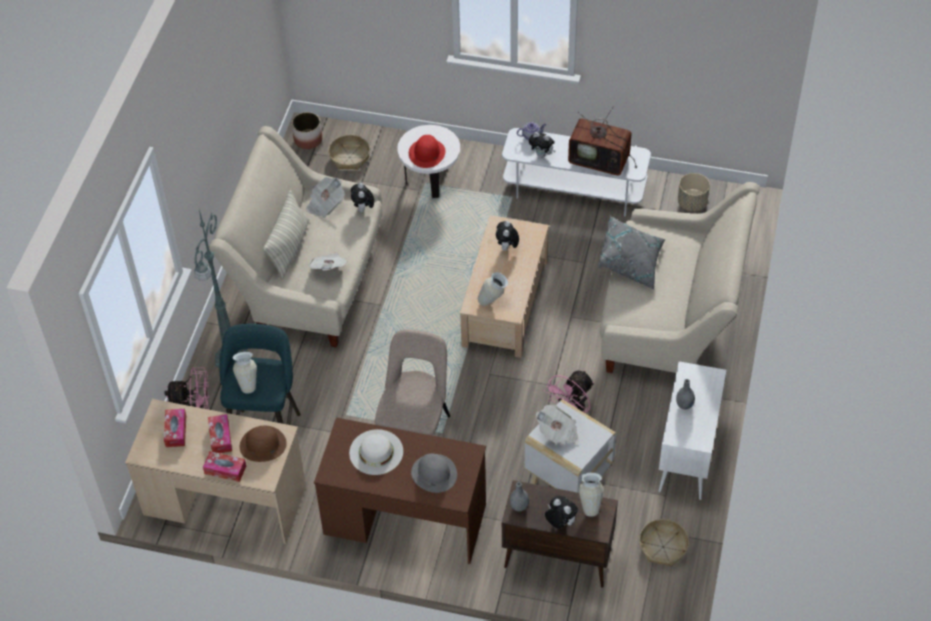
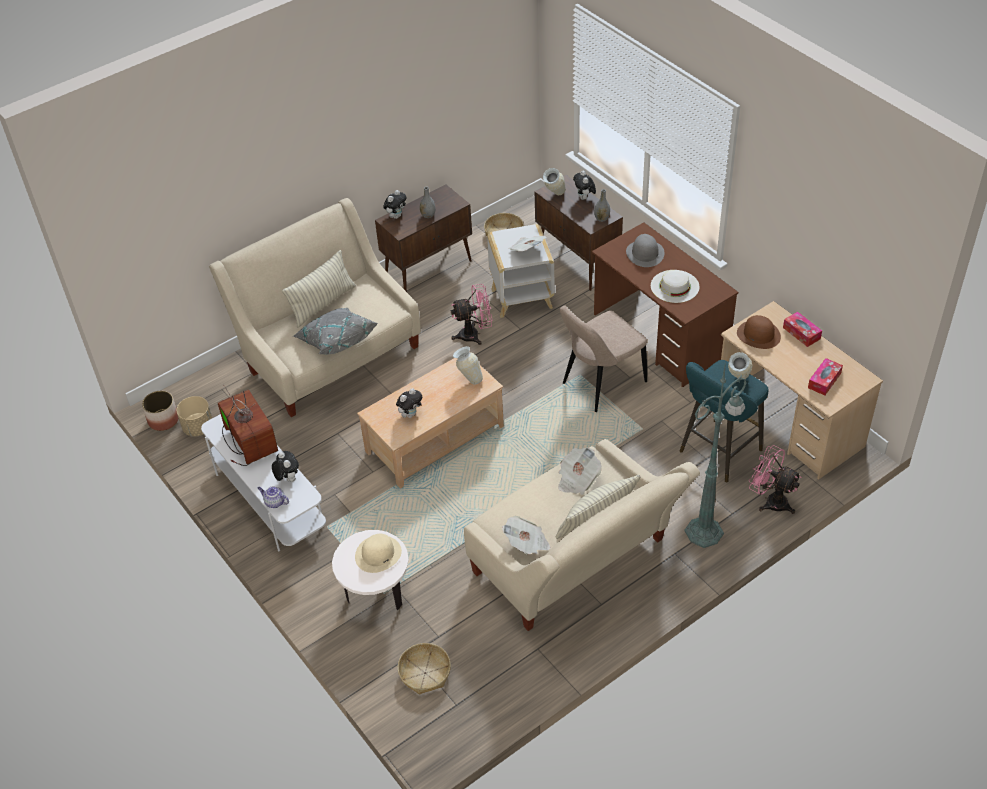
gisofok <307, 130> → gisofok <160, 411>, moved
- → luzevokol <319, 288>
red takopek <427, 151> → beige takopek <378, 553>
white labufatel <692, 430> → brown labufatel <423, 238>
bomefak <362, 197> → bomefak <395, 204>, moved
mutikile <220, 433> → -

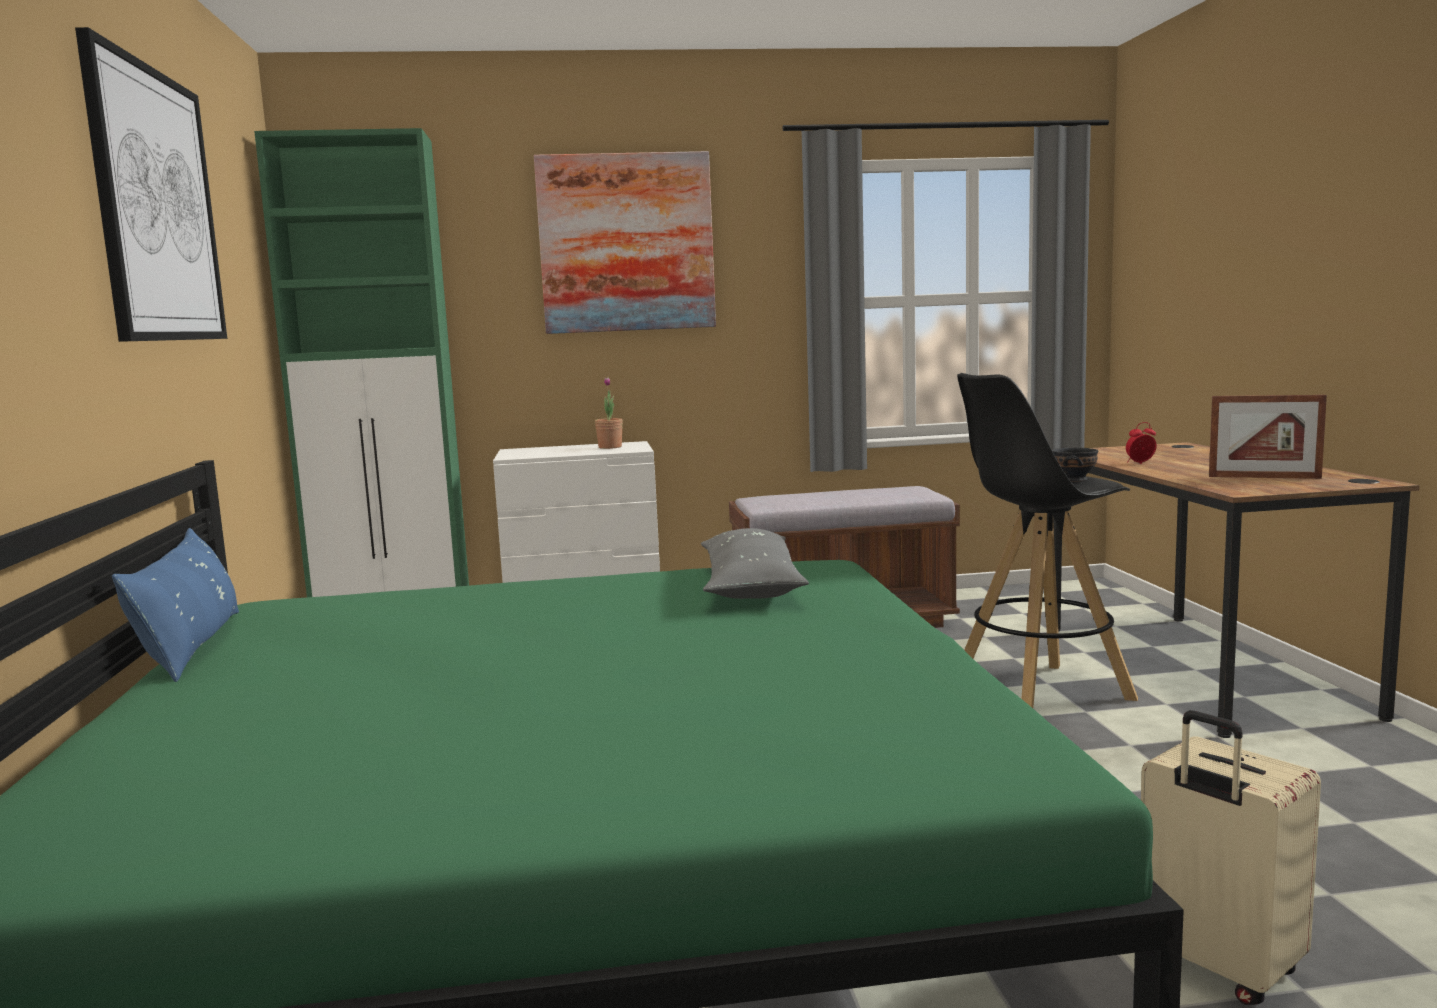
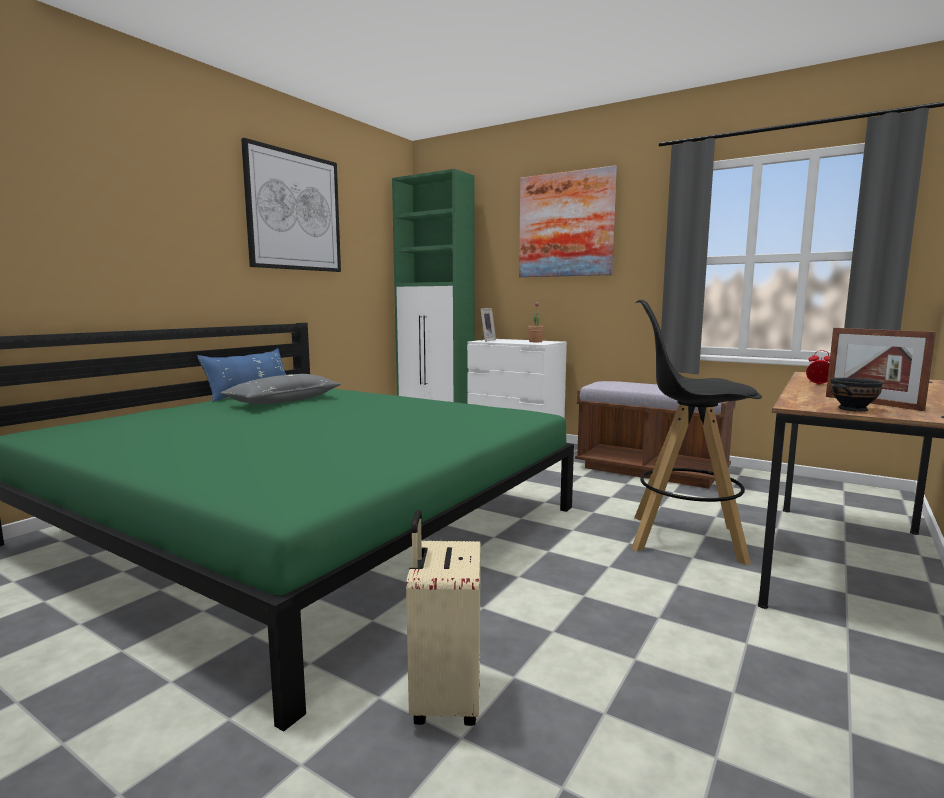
grey luzevokol <755, 563> → grey luzevokol <280, 389>, moved
- → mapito <488, 325>
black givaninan <1075, 464> → black givaninan <856, 395>, moved

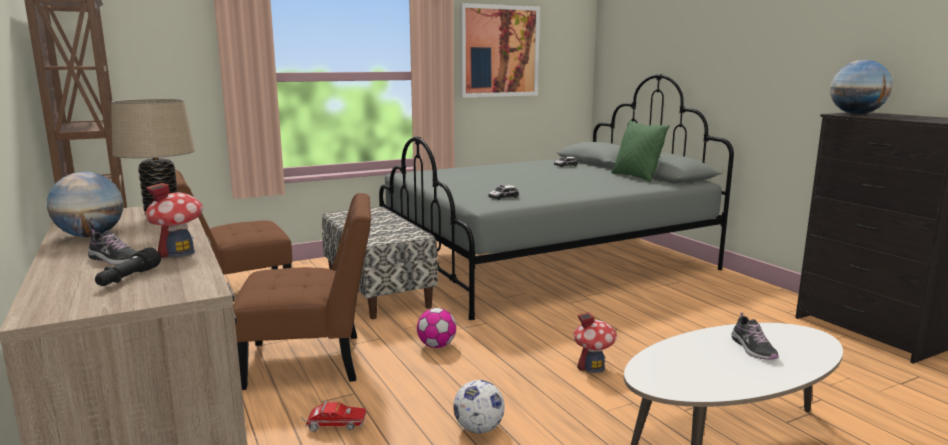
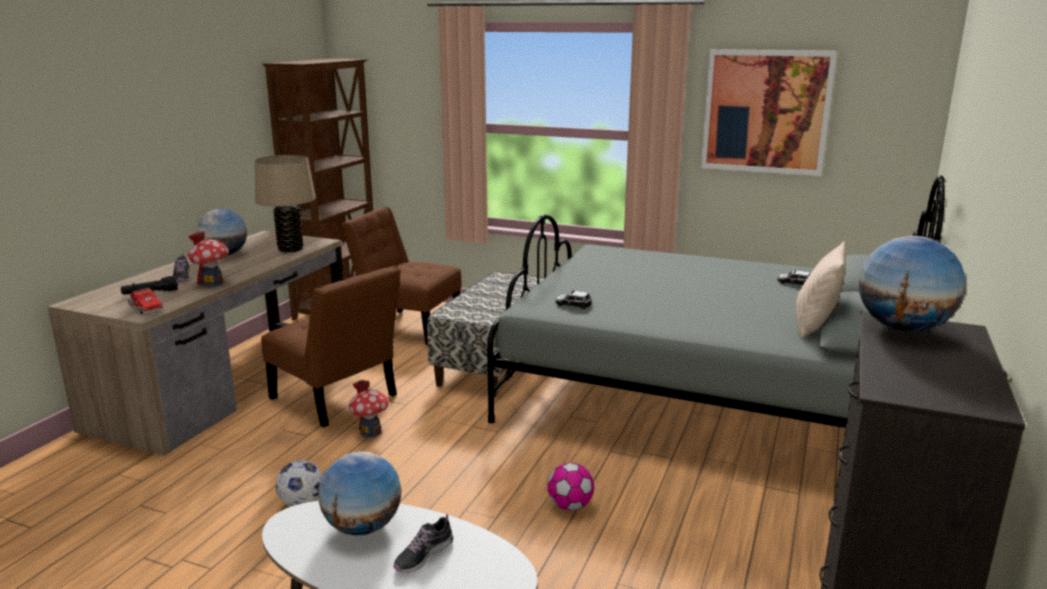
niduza <333, 416> → niduza <146, 301>, moved
- → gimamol <360, 493>
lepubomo <595, 342> → lepubomo <369, 409>, moved
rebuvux <436, 328> → rebuvux <570, 487>, moved
green luzevokol <640, 151> → beige luzevokol <821, 289>

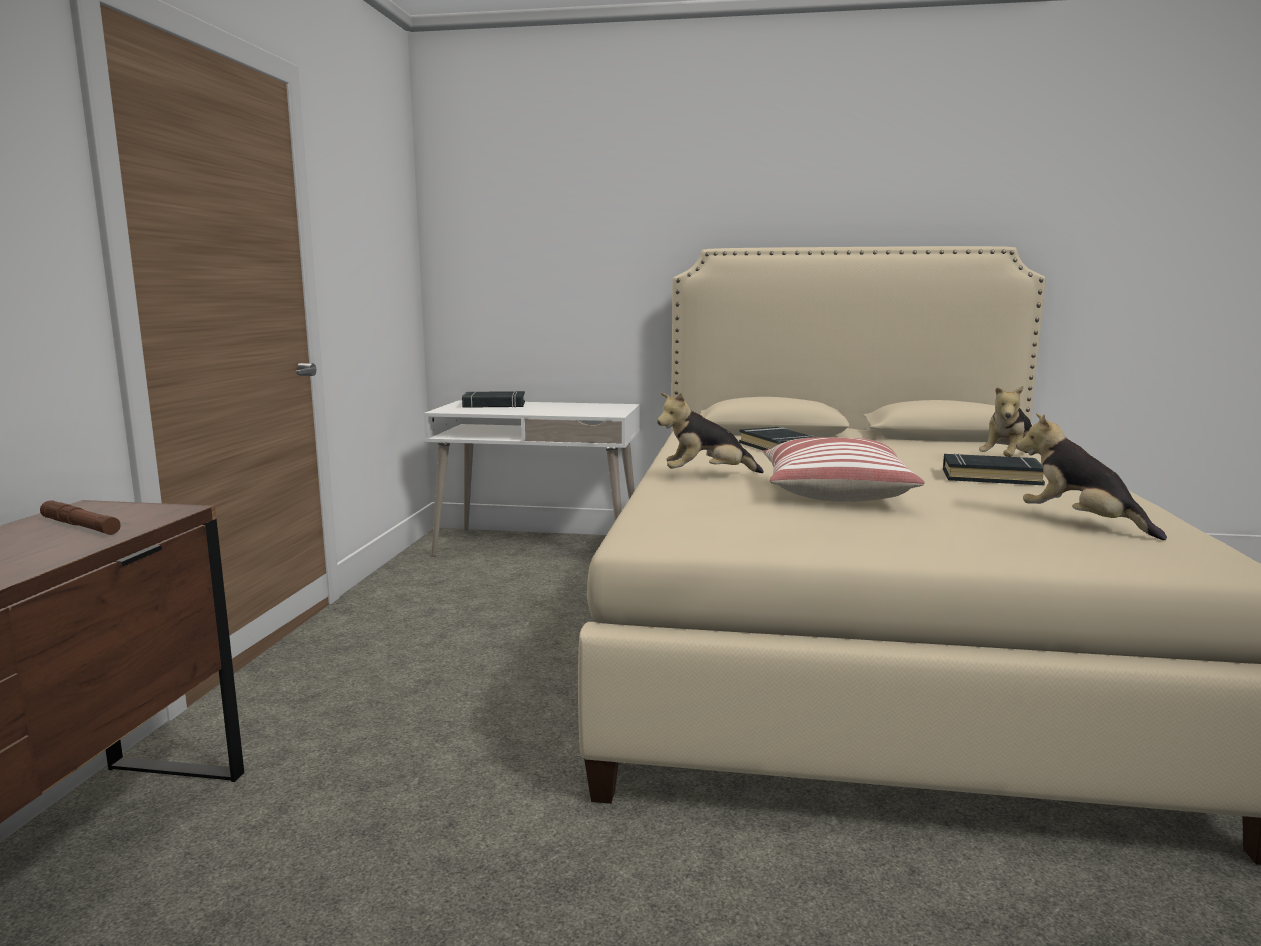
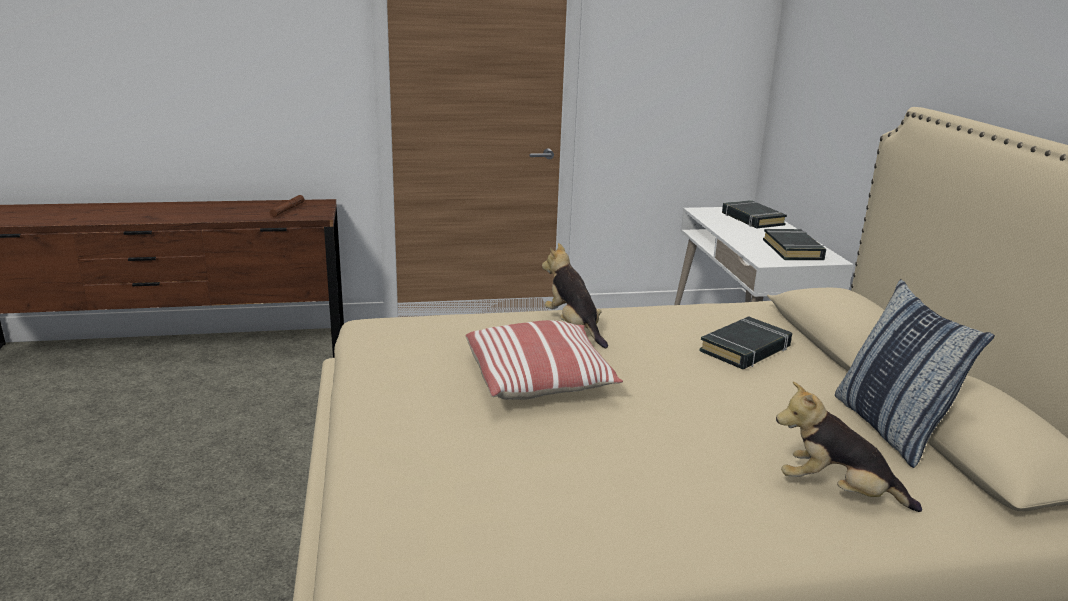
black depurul <994, 469> → black depurul <794, 244>, moved
- → luzevokol <915, 373>
bomefak <1091, 476> → -

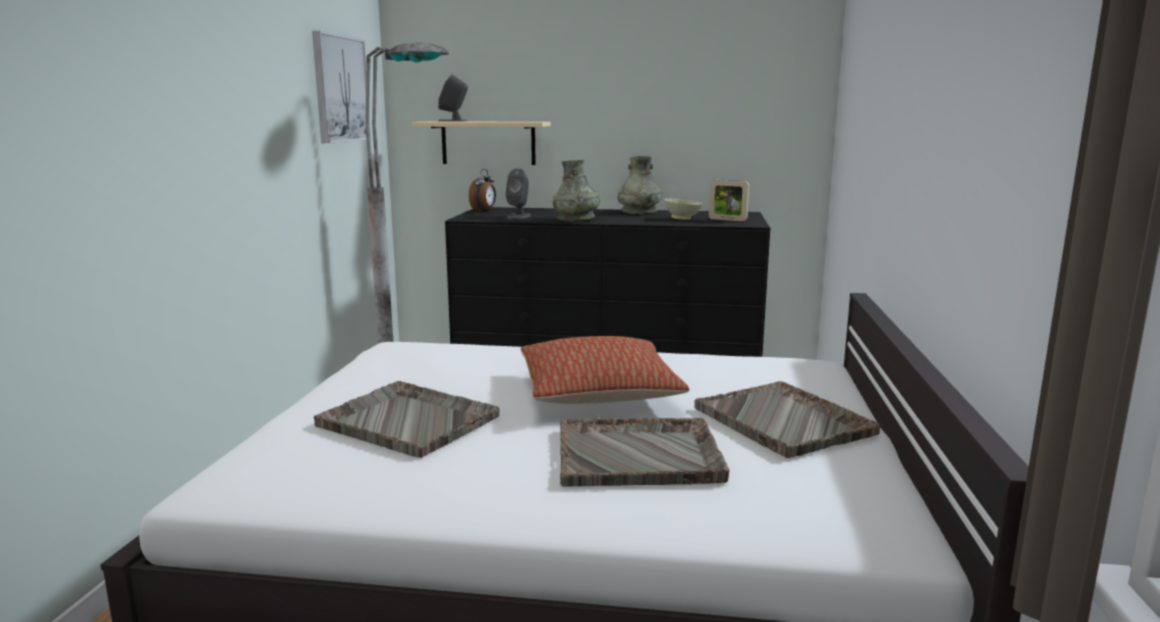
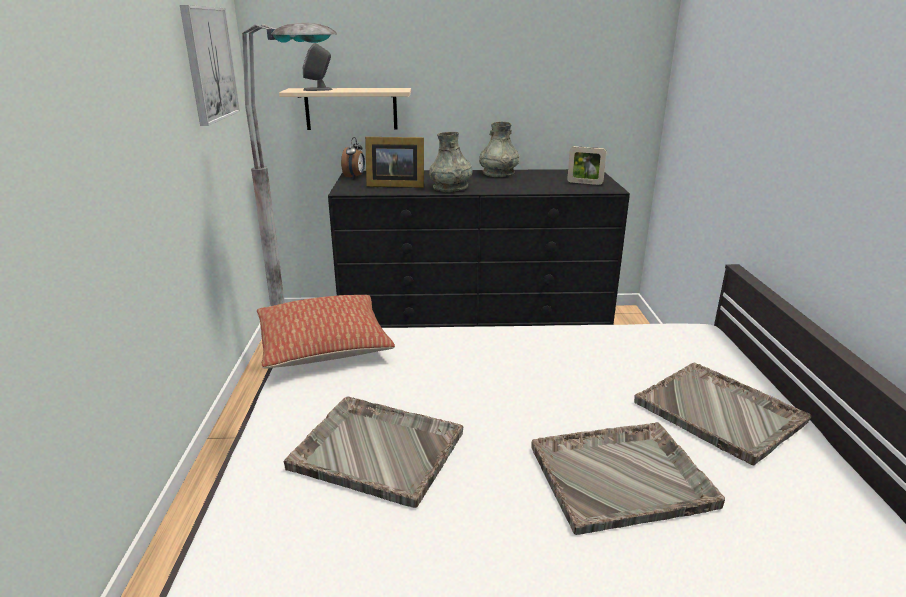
luzevokol <605, 370> → luzevokol <326, 332>, moved
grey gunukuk <518, 193> → mapito <394, 162>
beige givaninan <683, 209> → -

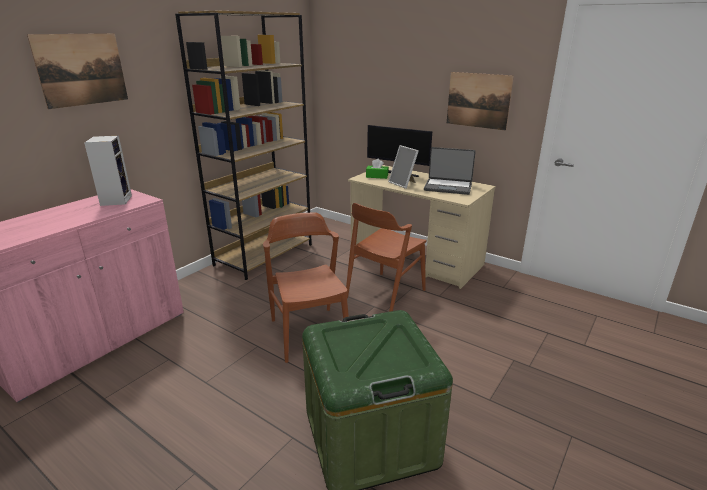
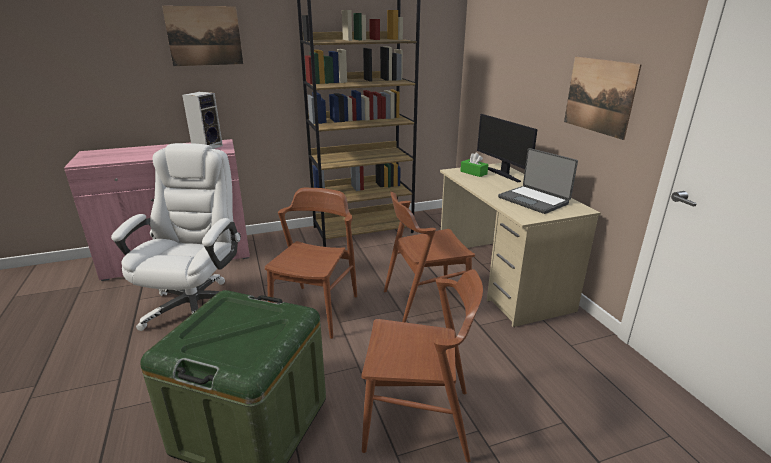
- → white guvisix <176, 237>
- → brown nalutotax <422, 366>
mapito <403, 167> → -

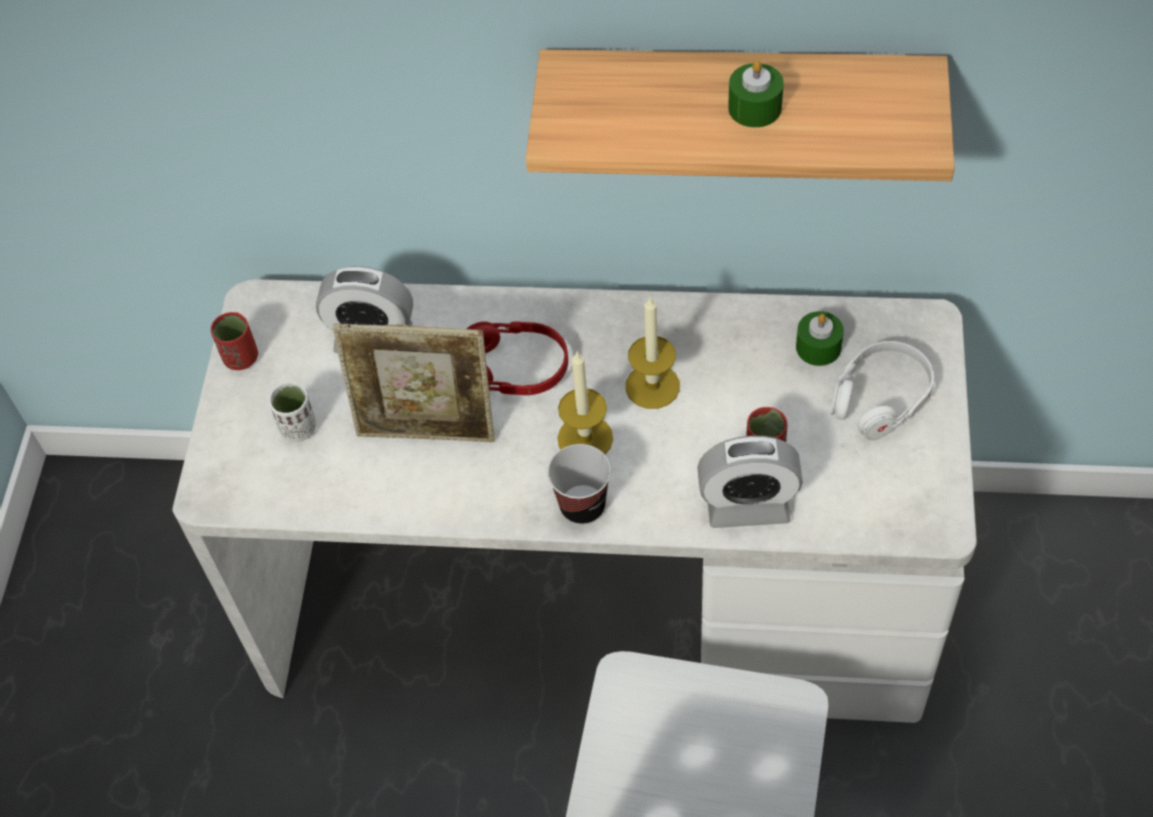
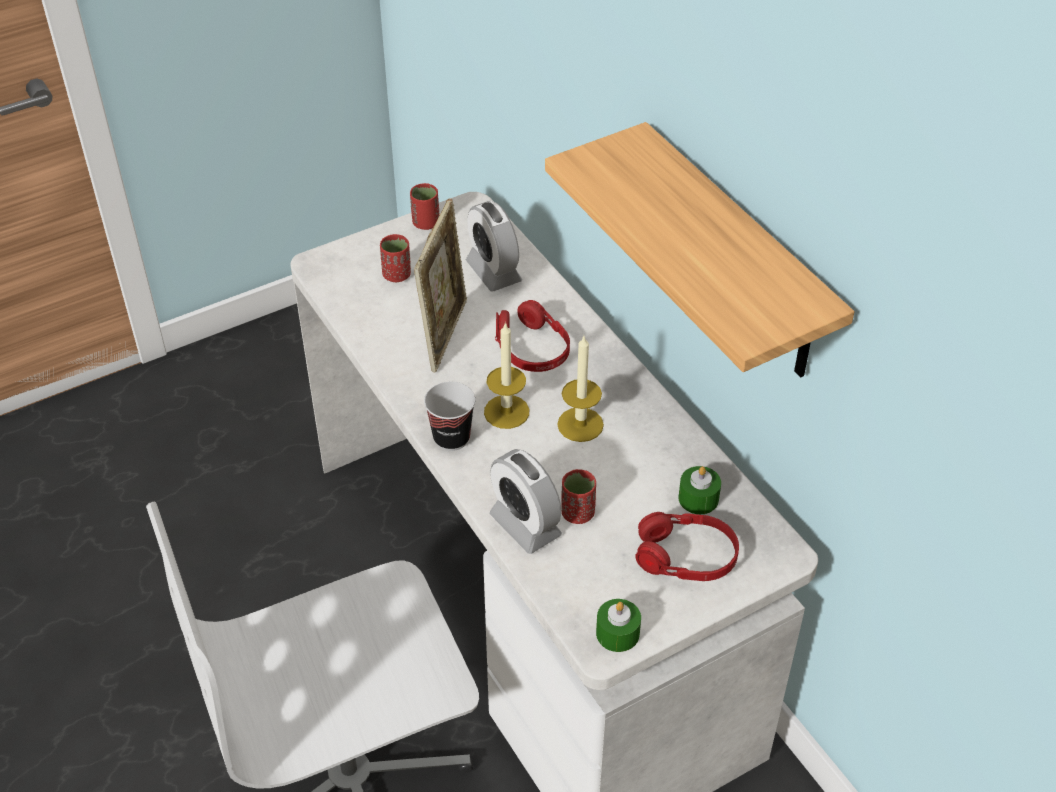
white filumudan <292, 412> → red filumudan <395, 258>
mapito <414, 382> → mapito <440, 285>, 135 degrees counterclockwise
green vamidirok <756, 93> → green vamidirok <618, 625>, moved
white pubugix <882, 390> → red pubugix <687, 546>

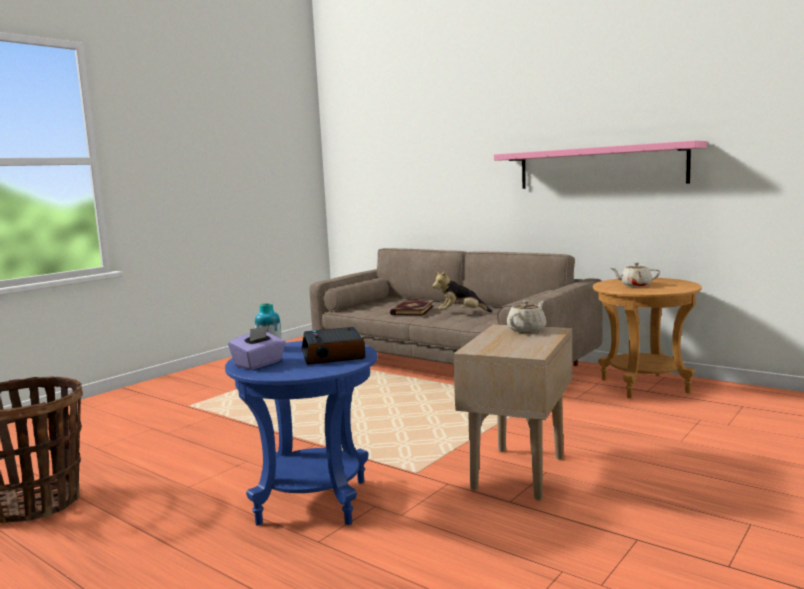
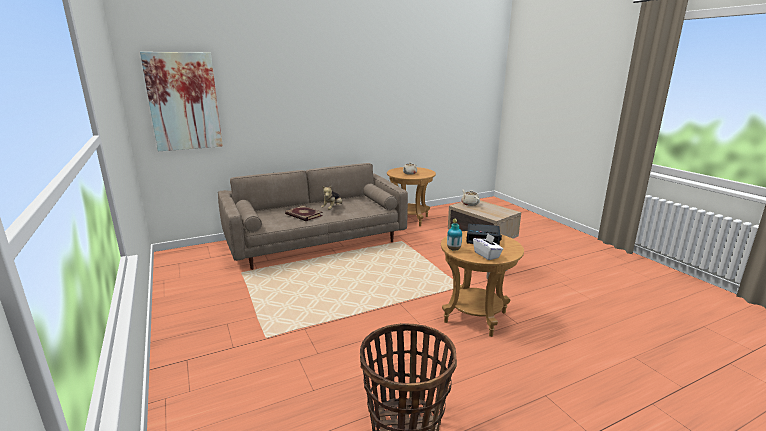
- → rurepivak <181, 101>
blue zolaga <301, 433> → brown zolaga <482, 284>
purple mutikile <257, 347> → white mutikile <488, 247>
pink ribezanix <600, 164> → -

